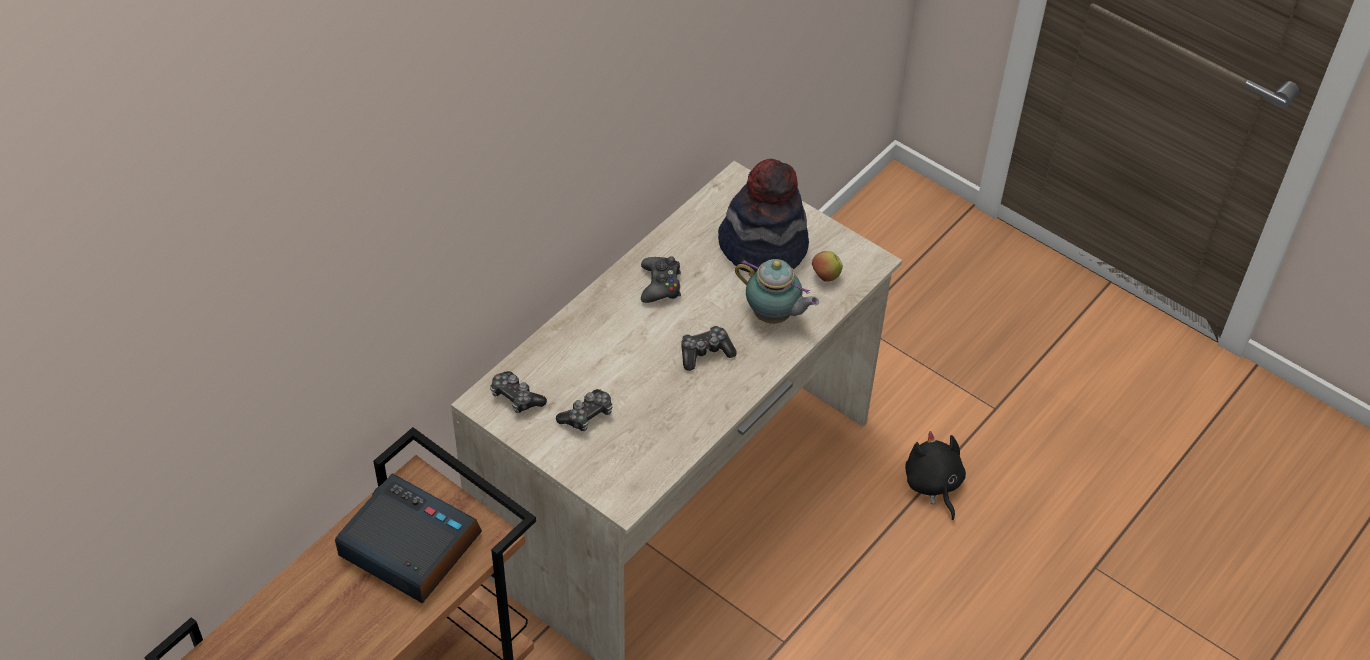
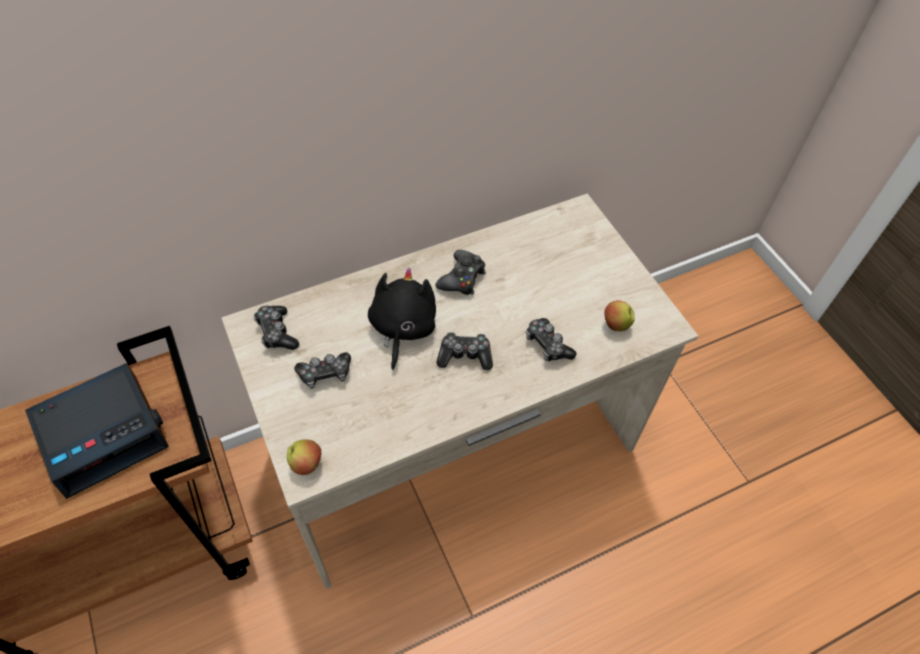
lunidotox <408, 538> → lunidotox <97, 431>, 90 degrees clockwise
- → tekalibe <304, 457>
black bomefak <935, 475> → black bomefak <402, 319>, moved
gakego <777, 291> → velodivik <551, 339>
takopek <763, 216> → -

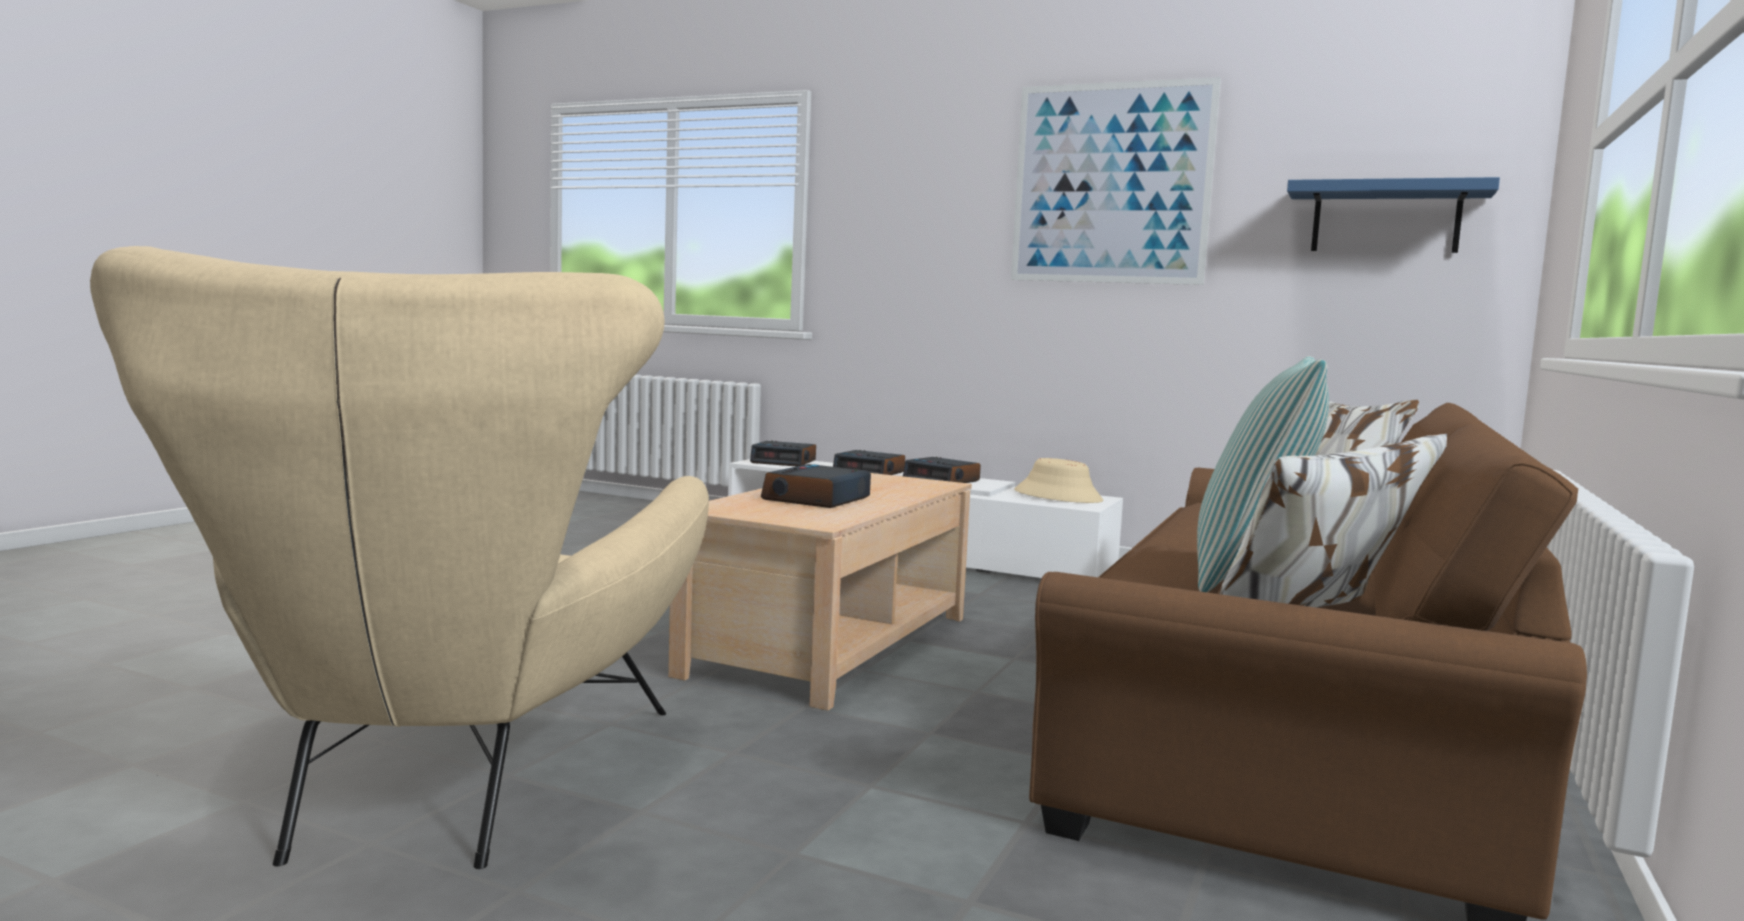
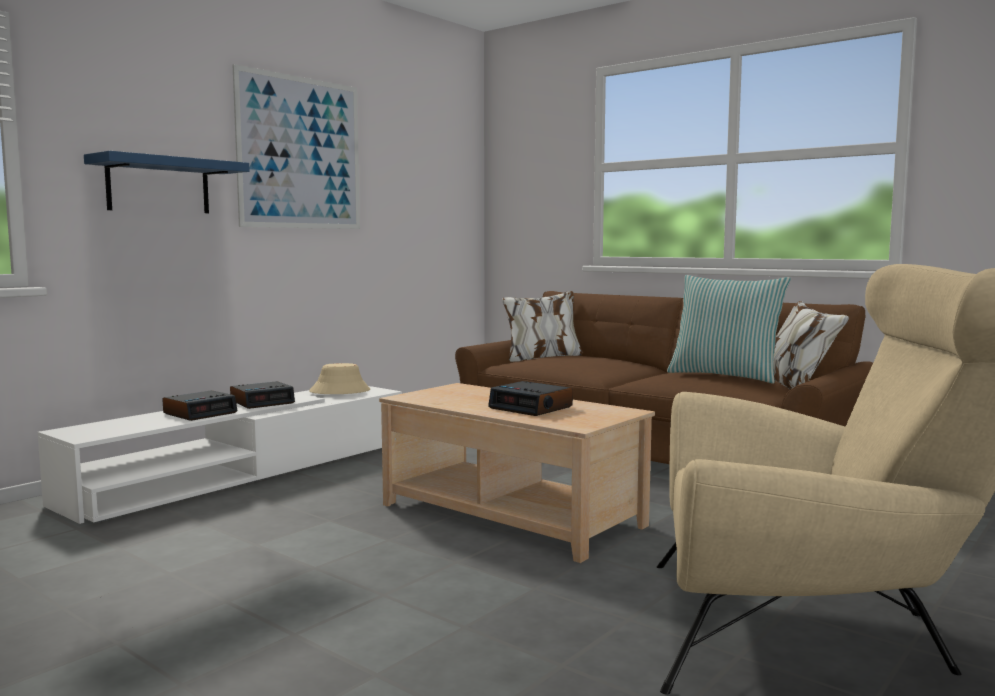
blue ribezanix <1393, 215> → blue ribezanix <167, 182>, moved
lunidotox <783, 453> → -

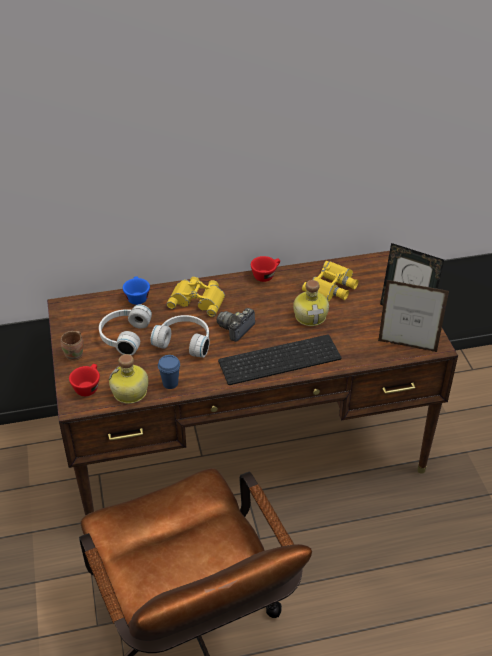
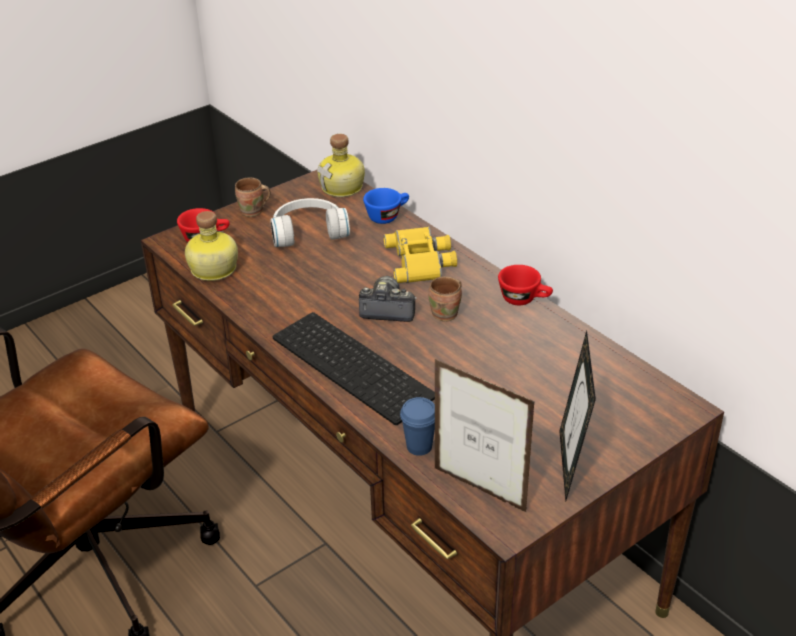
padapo <311, 303> → padapo <341, 165>, moved
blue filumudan <169, 372> → blue filumudan <417, 426>, moved
- → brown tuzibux <445, 298>
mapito <413, 316> → mapito <485, 436>, 135 degrees clockwise
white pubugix <180, 336> → -
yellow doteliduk <330, 281> → -

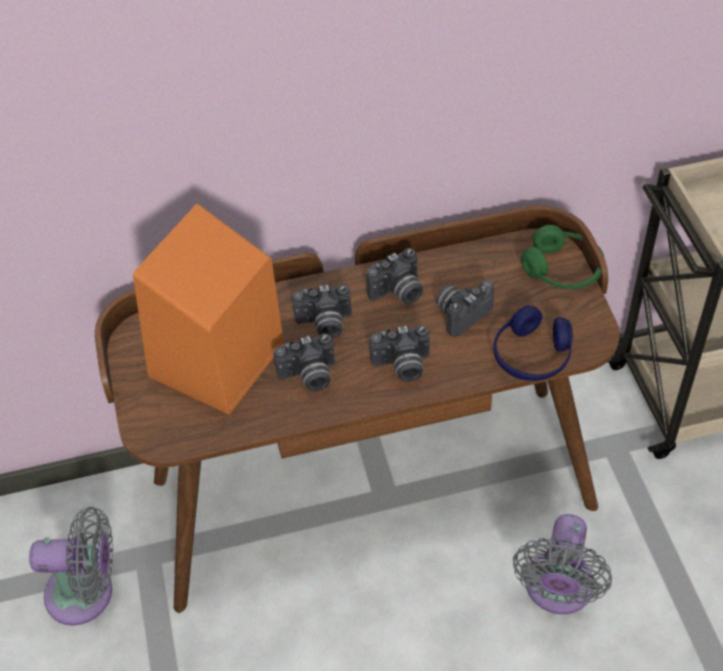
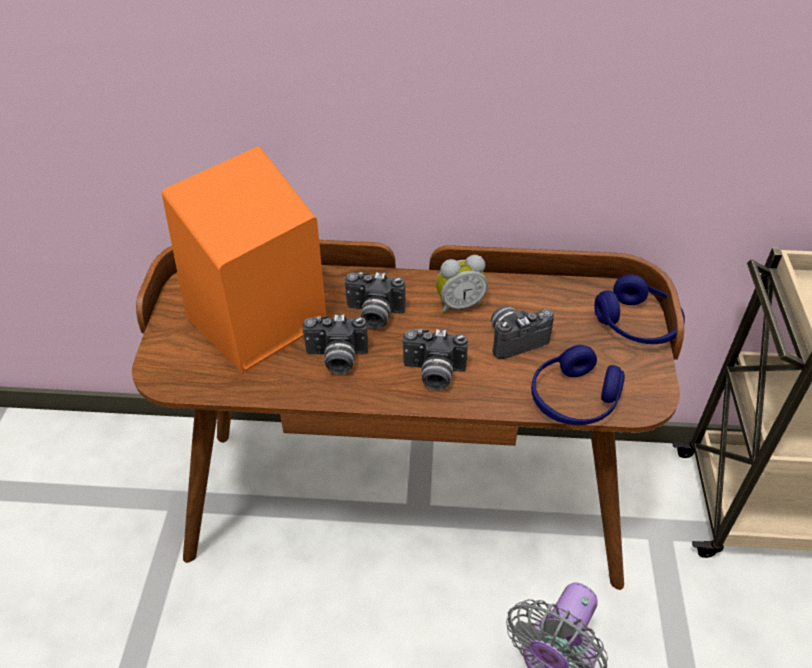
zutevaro <394, 276> → lunidotox <462, 284>
green pubugix <563, 257> → blue pubugix <639, 309>
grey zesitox <71, 566> → -

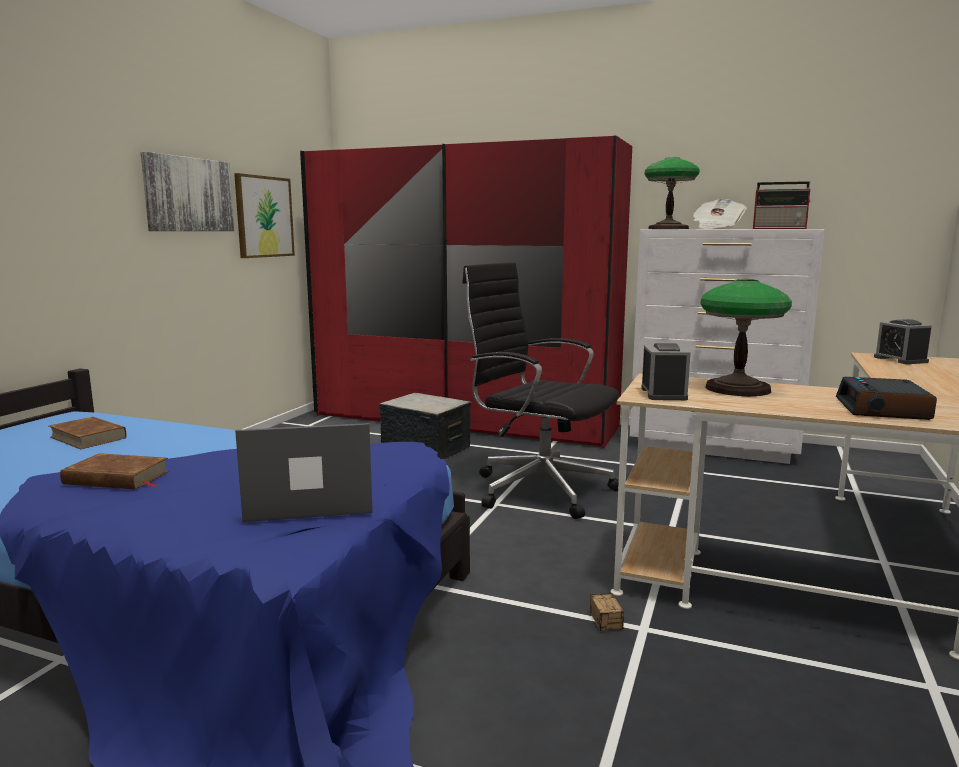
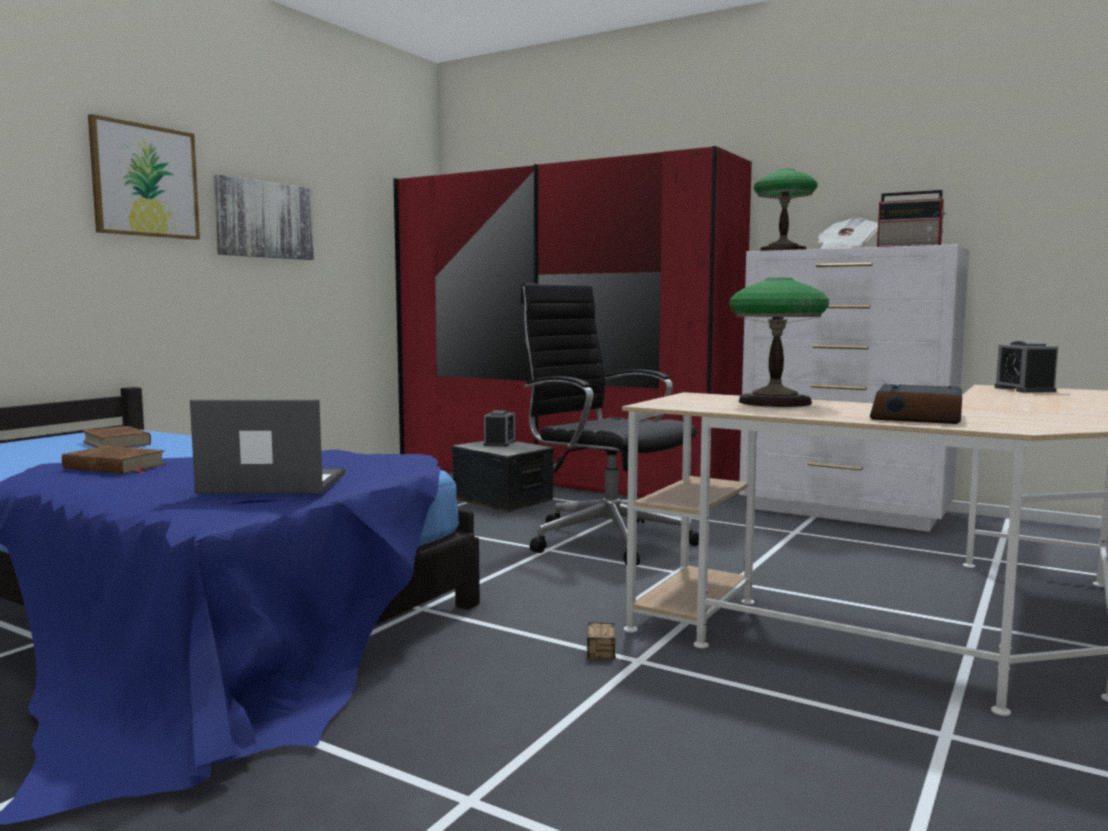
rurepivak <264, 215> → rurepivak <144, 177>, moved
lunidotox <665, 371> → lunidotox <500, 428>, moved

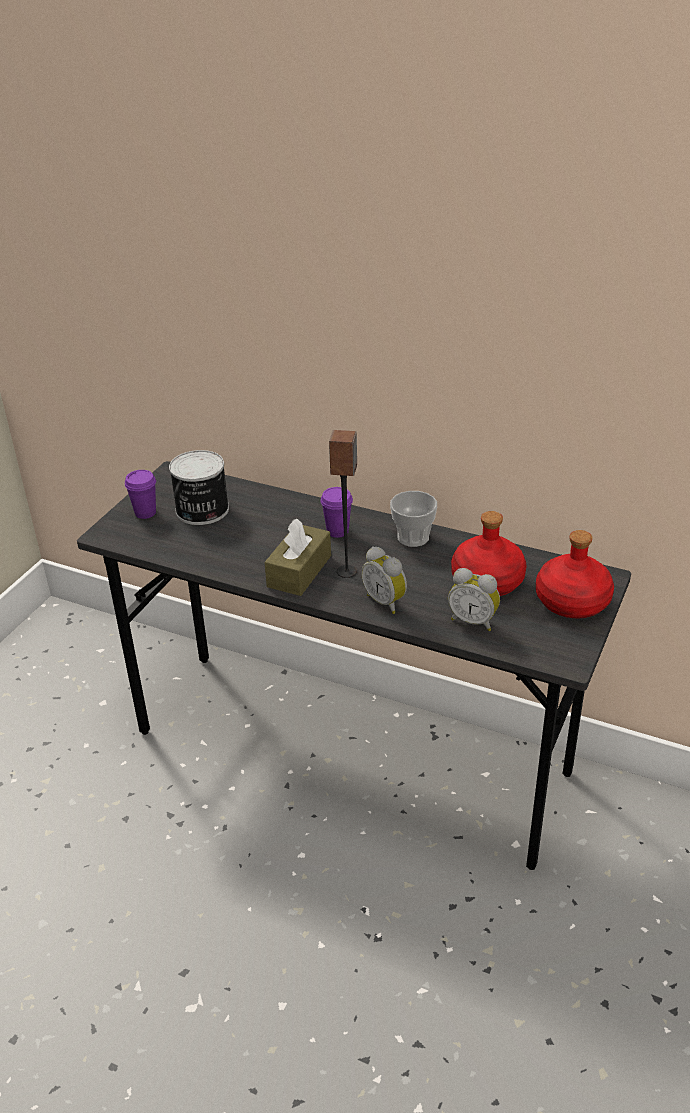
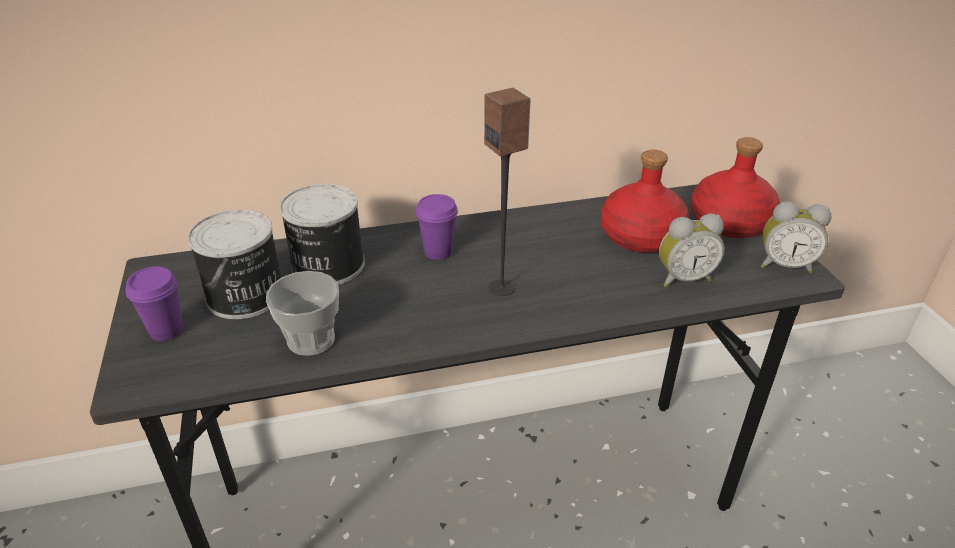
filumudan <413, 519> → filumudan <302, 313>, moved
- → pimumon <322, 234>
lunidotox <384, 580> → lunidotox <796, 237>, moved
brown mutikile <297, 557> → -

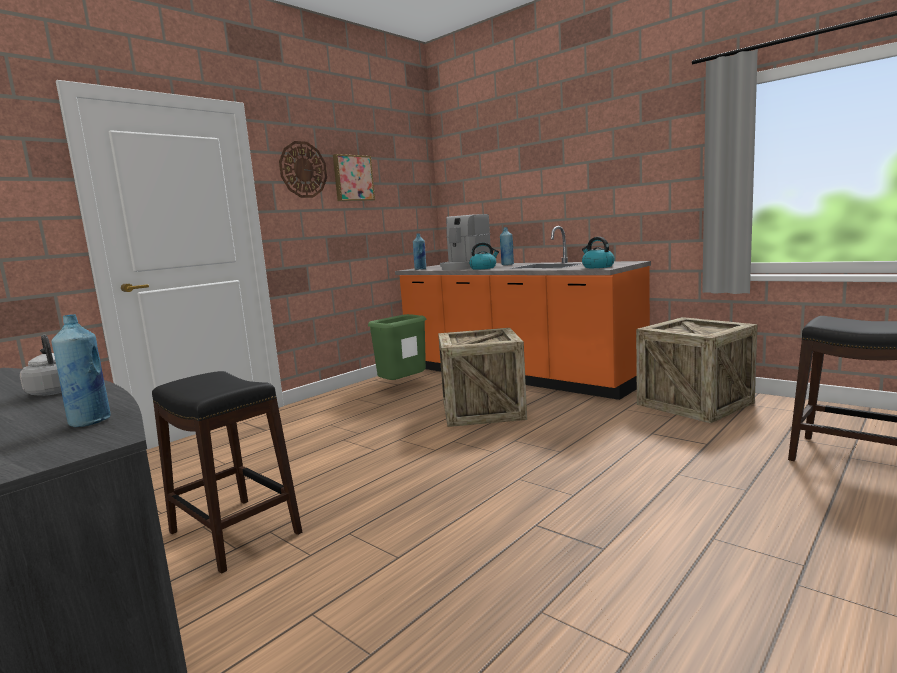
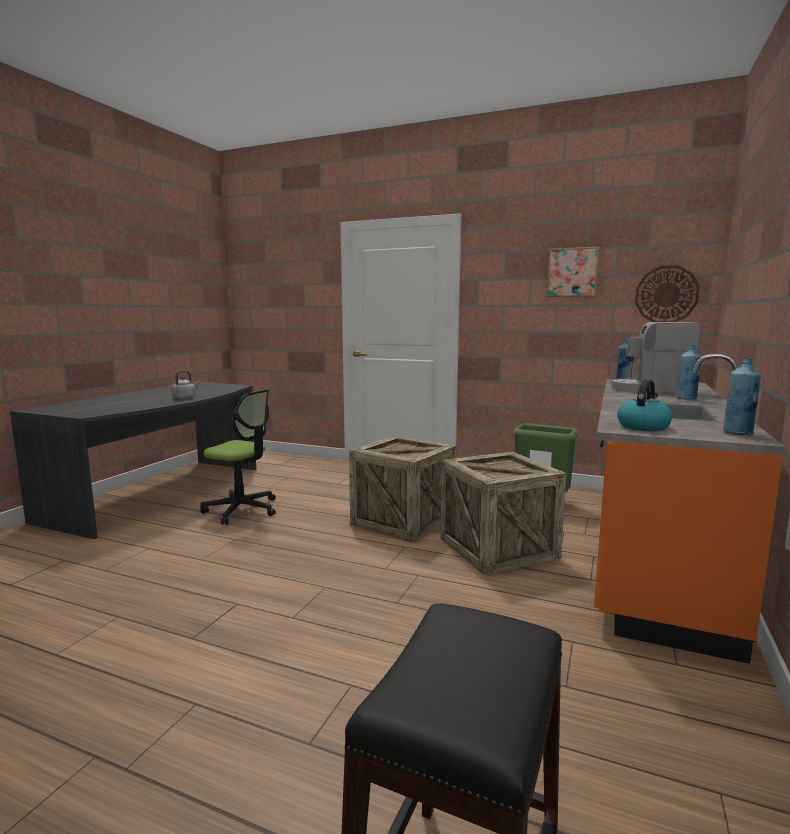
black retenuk <227, 472> → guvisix <238, 457>
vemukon <697, 370> → vemukon <403, 489>, moved
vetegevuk <303, 169> → vetegevuk <667, 293>, moved
blue padapo <81, 370> → blue padapo <742, 396>, moved
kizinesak <484, 256> → -

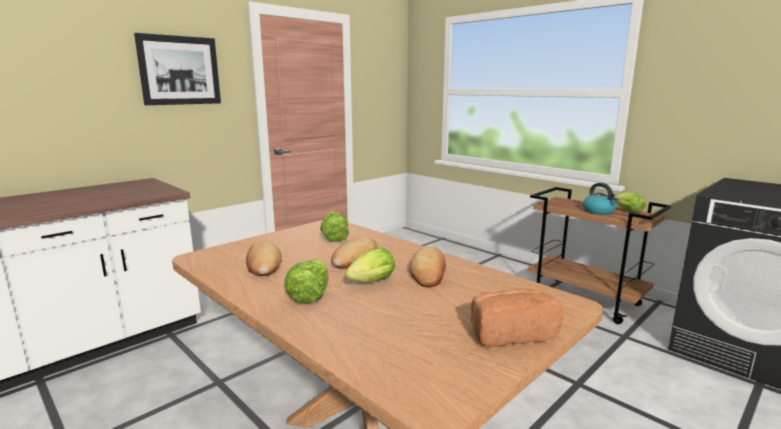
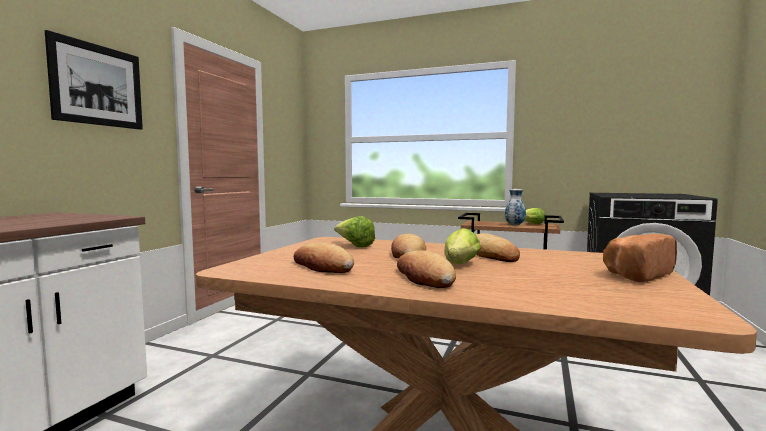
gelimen <306, 281> → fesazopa <426, 269>
kizinesak <601, 199> → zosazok <515, 207>

